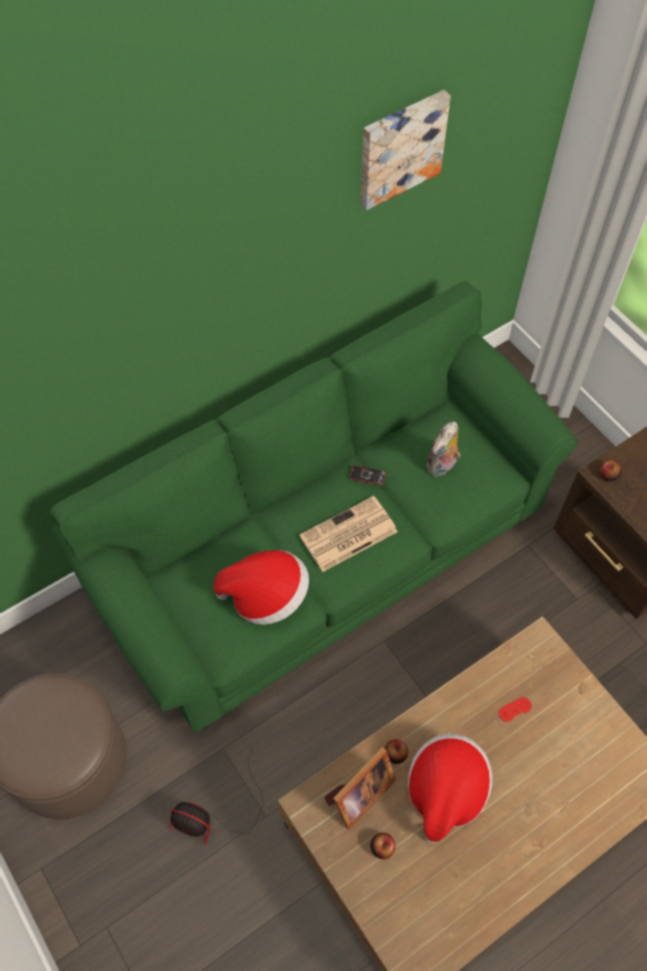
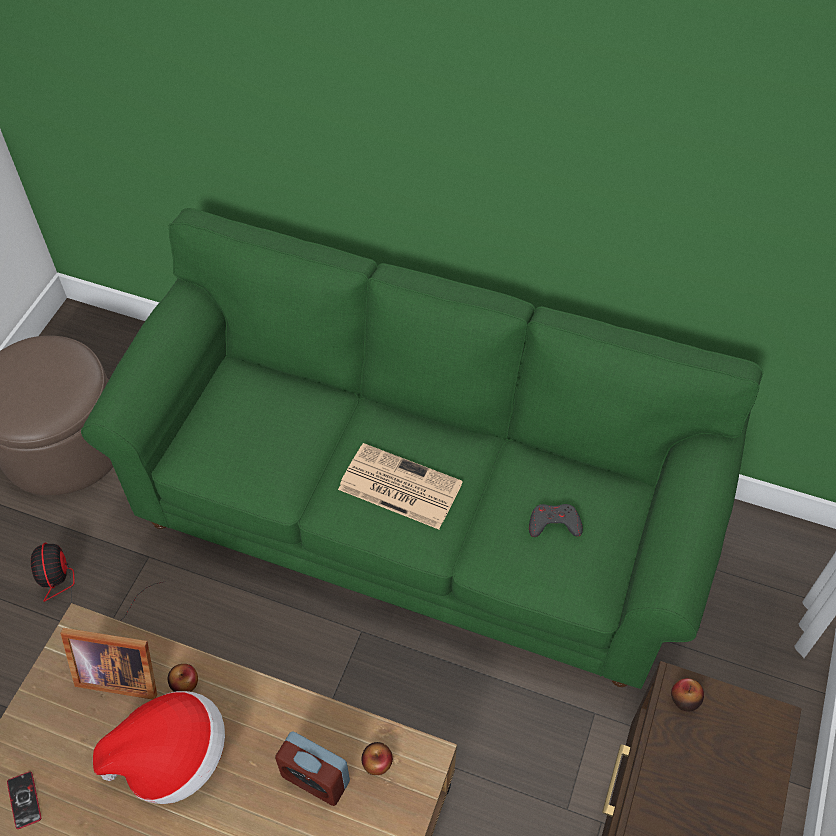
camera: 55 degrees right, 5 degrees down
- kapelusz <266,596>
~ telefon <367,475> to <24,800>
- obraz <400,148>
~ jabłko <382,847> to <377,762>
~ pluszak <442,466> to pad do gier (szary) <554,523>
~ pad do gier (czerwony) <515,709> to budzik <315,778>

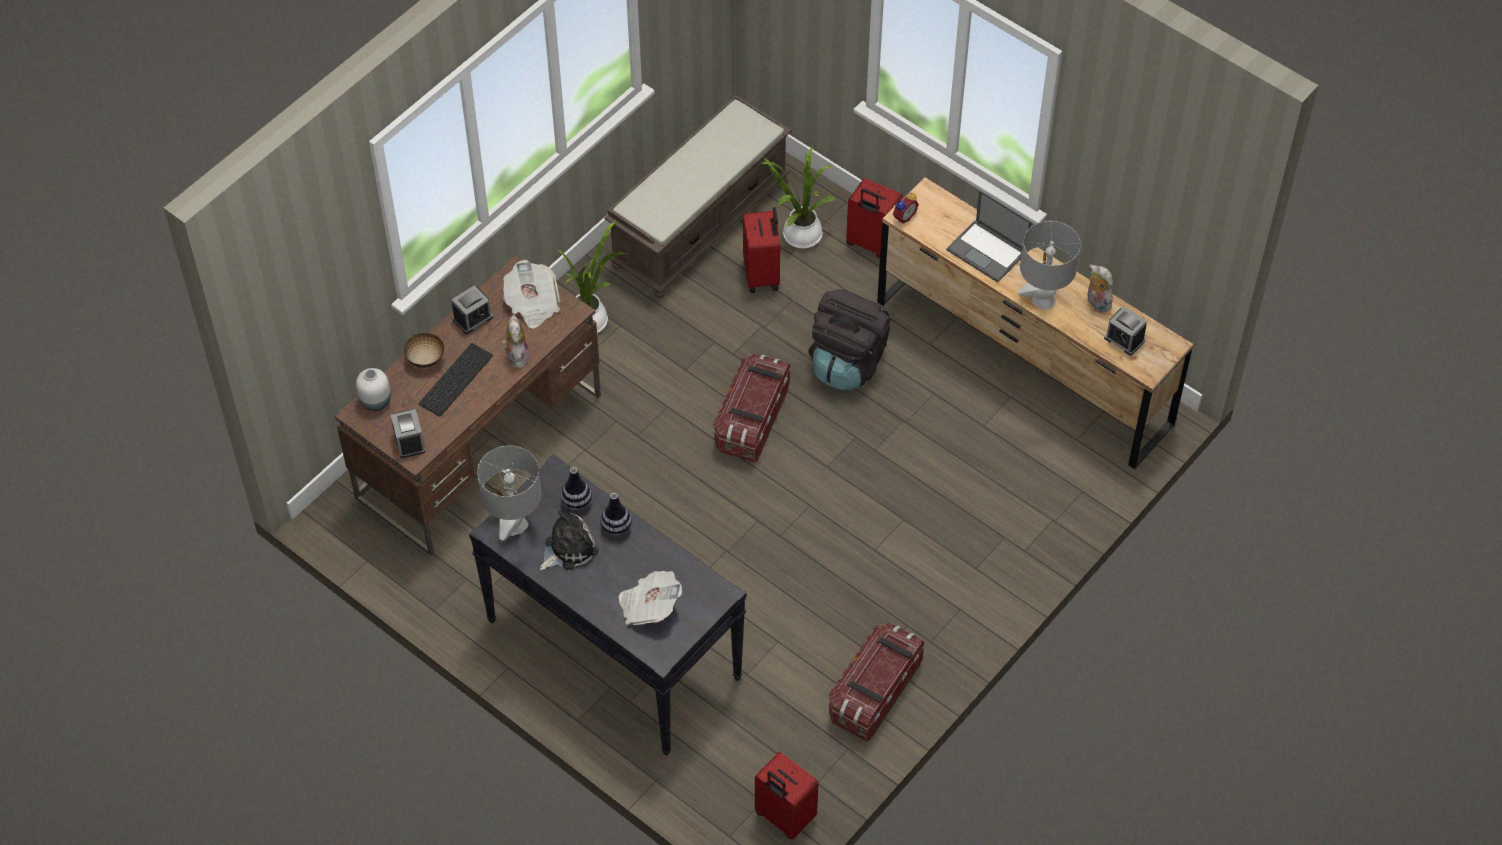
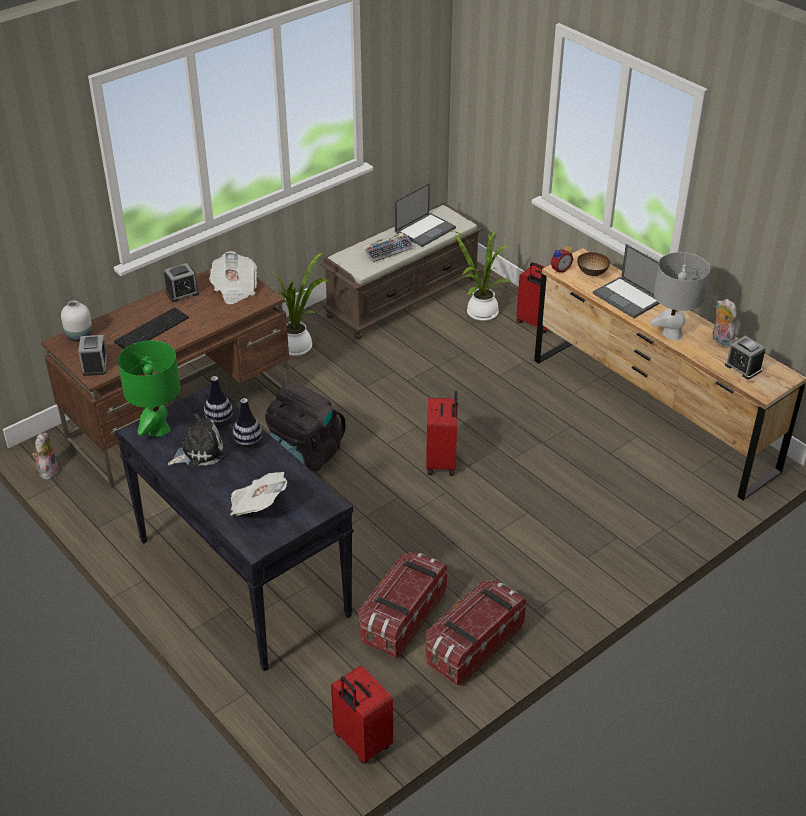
camera: 10 degrees right, 15 degrees down
~ miska <426,359> to <592,273>
~ lampa stołowa (szary) <515,525> to lampa stołowa (zielony) <158,429>
~ pluszak <516,356> to <47,470>
~ pojemnik do przechowywania <752,420> to <402,618>
~ walizka (czerwony) <762,275> to <442,462>
~ plecak (czarny) <848,362> to <304,457>
+ klawiatura <388,251>
+ laptop <425,229>

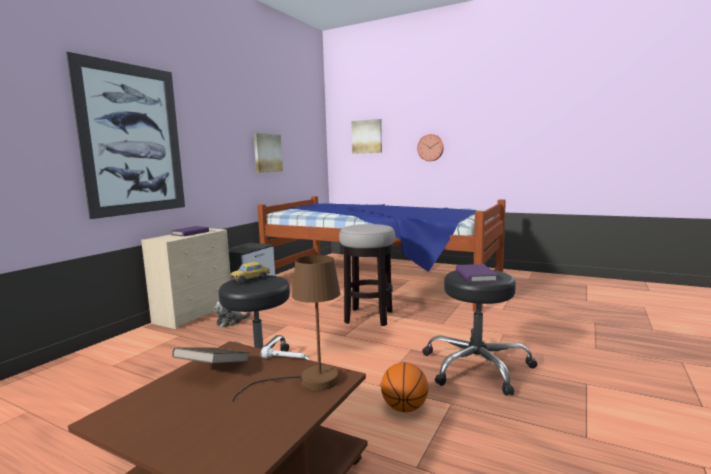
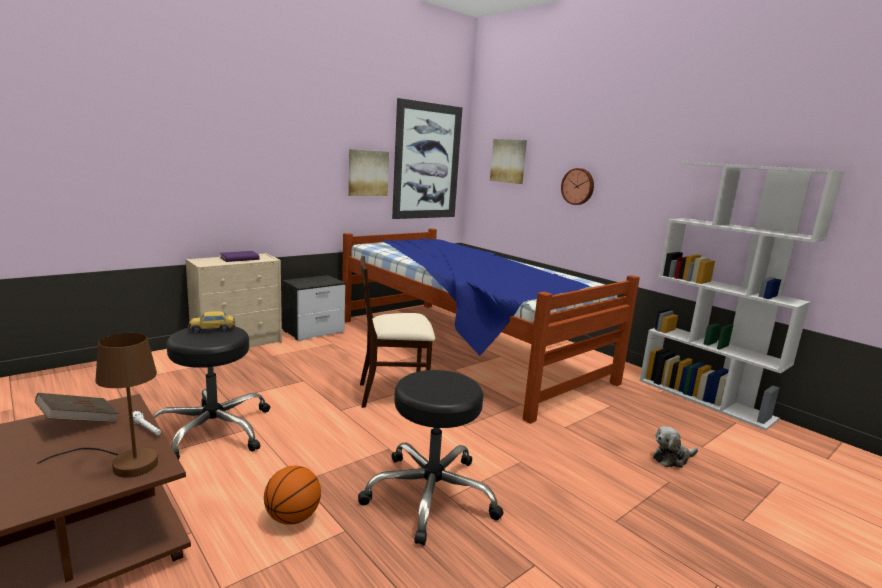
camera: 20 degrees right, 5 degrees up
~ obraz <132,140> to <427,162>
~ pluszak <231,322> to <672,458>
~ stołek <368,317> to krzesło (beżowy) <394,394>
- książka (fioletowy) <475,276>
+ regał (biały) <705,399>

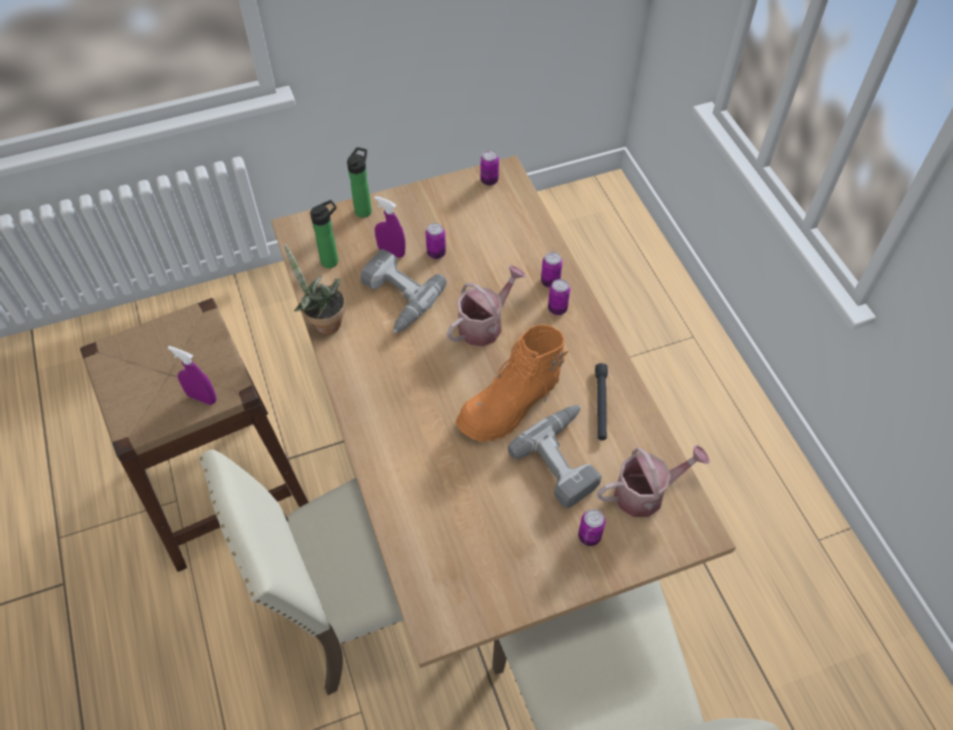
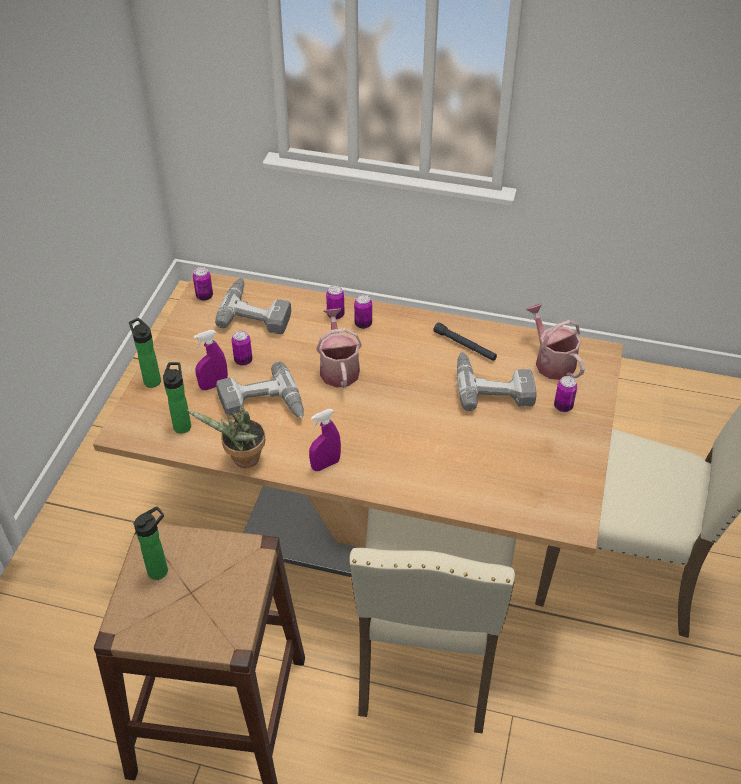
camera: 55 degrees left, 10 degrees down
~ spryskiwacz (fioletowy) <202,398> to <325,464>
- but z cholewką (pomarańczowy) <511,405>
~ konewka <646,492> = <551,361> 45 degrees counterclockwise
+ butelka <160,569>
+ wiertarka <257,311>

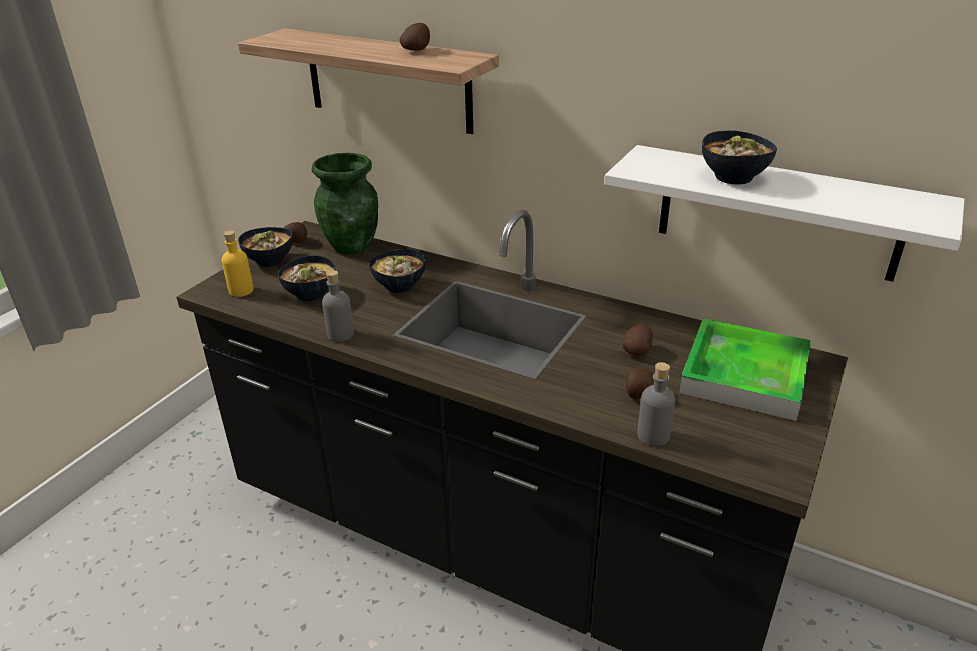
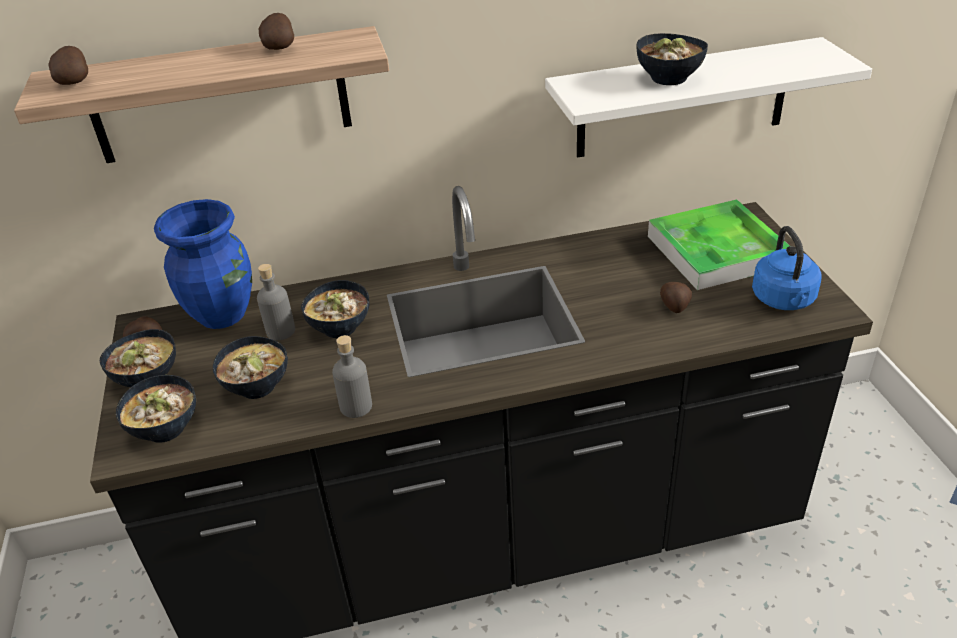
camera: 40 degrees left, 5 degrees up
~ butelka (żółty) <241,290> to miska <167,428>
~ wazon (zielony) <352,246> to wazon (niebieski) <223,314>
~ ziemniak <637,350> to <75,82>
~ butelka (szary) <653,435> to <280,331>
+ czajnik (niebieski) <784,300>

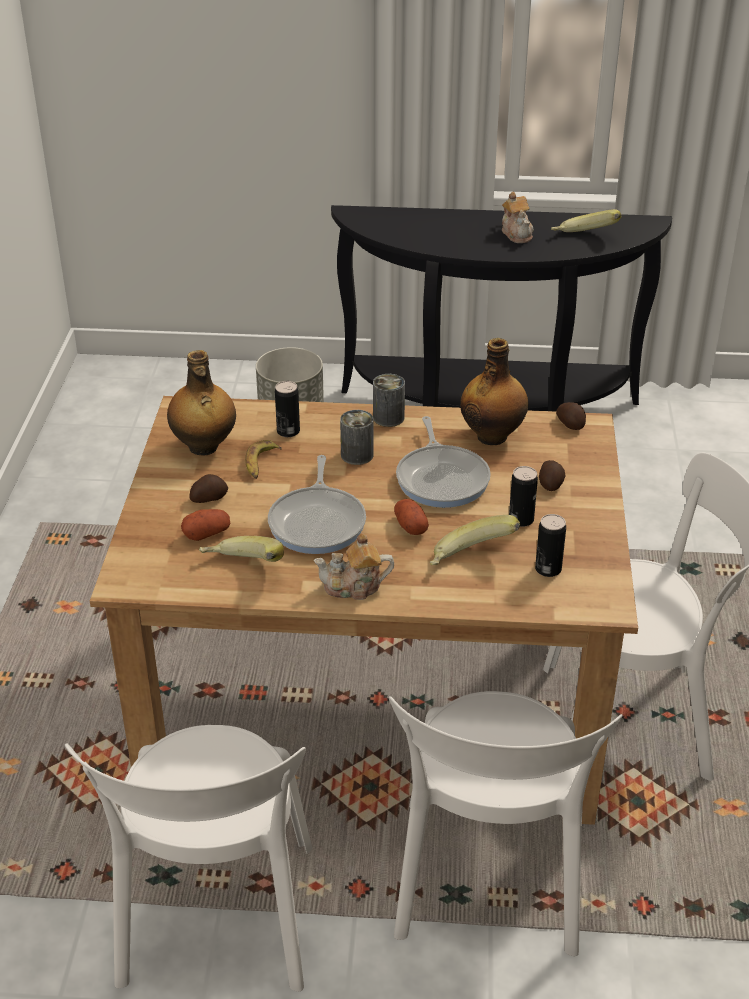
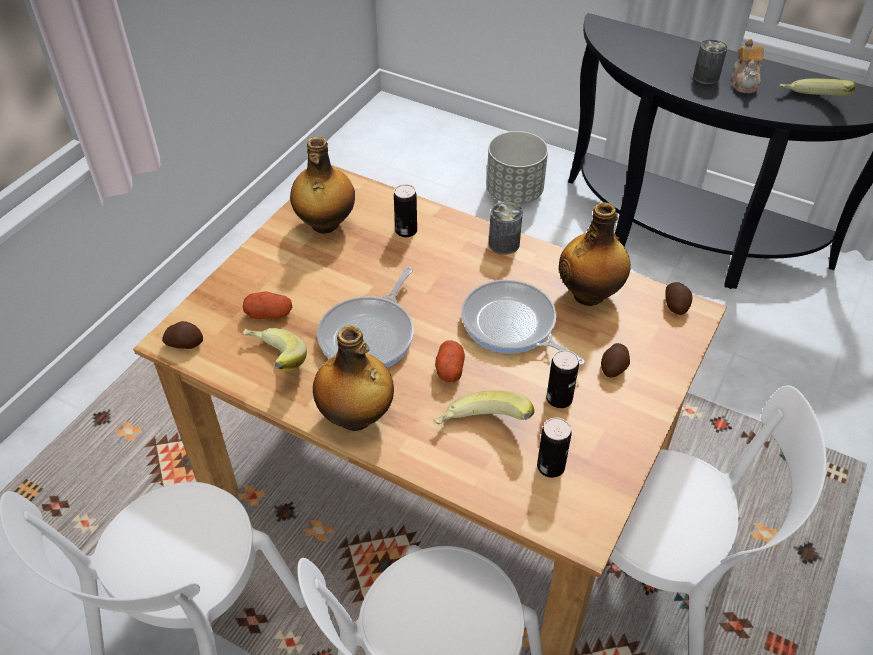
camera: 25 degrees right, 10 degrees up
~ ziemniak <208,498> to <184,343>
- banan <261,464>
~ imbryk <354,587> to butelka <356,417>
~ puszka <357,455> to <706,77>
~ patelnia <442,478> = <512,326> 120 degrees clockwise

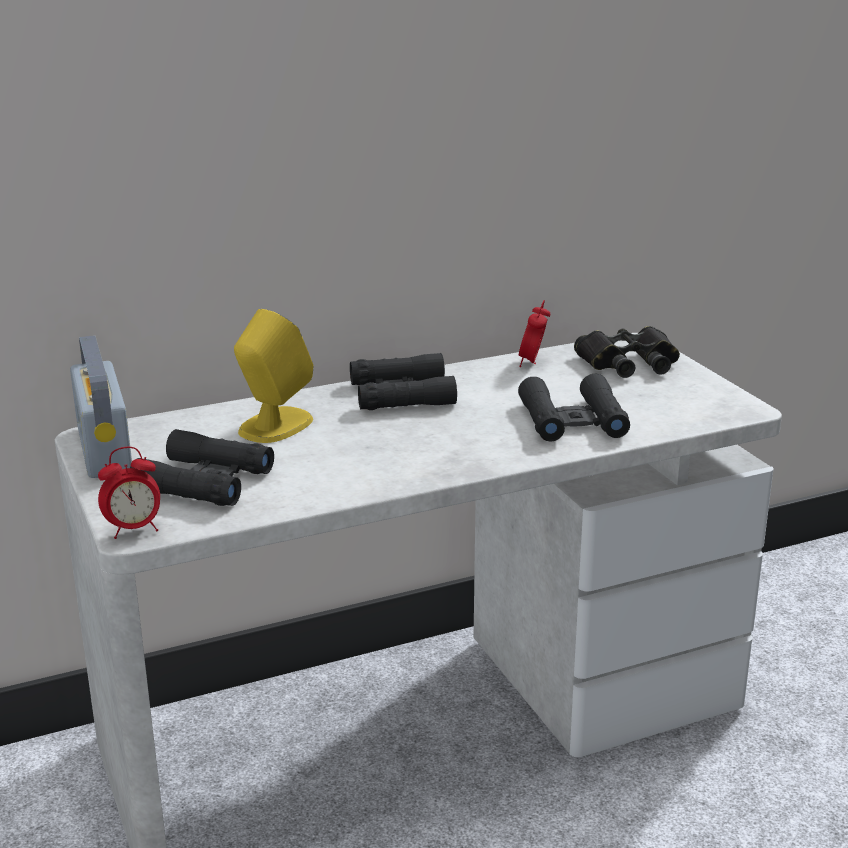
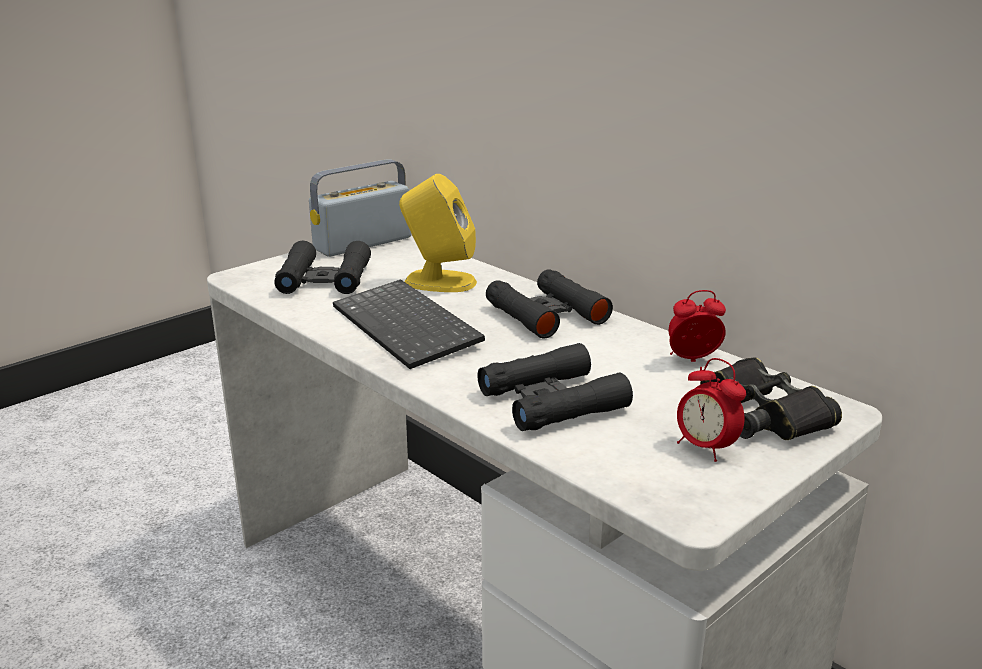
camera: 70 degrees right, 0 degrees up
~ budzik <134,529> to <705,448>
+ klawiatura <409,326>

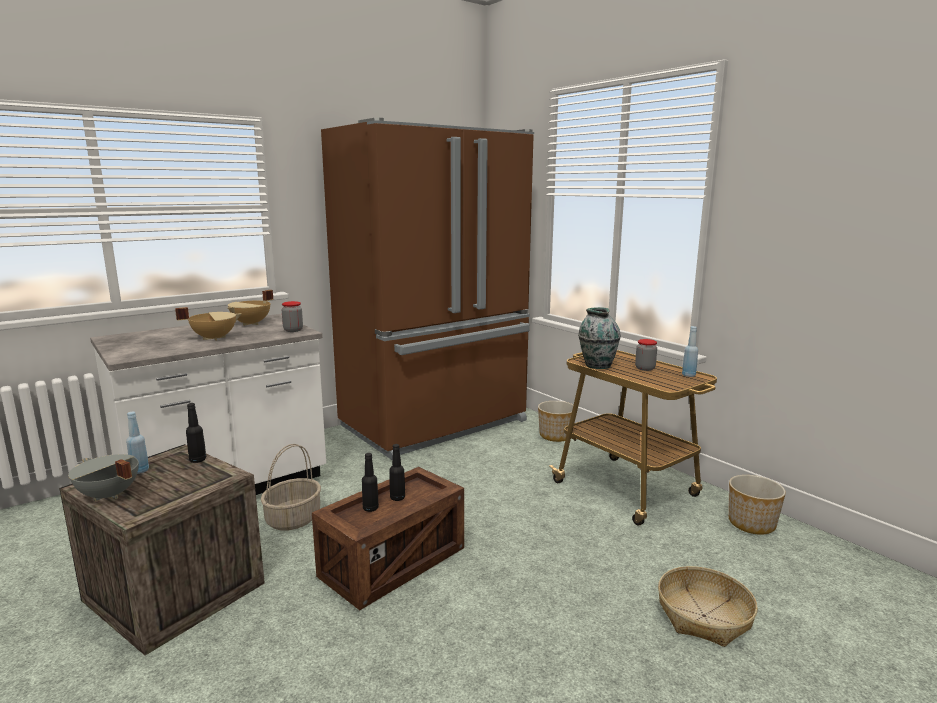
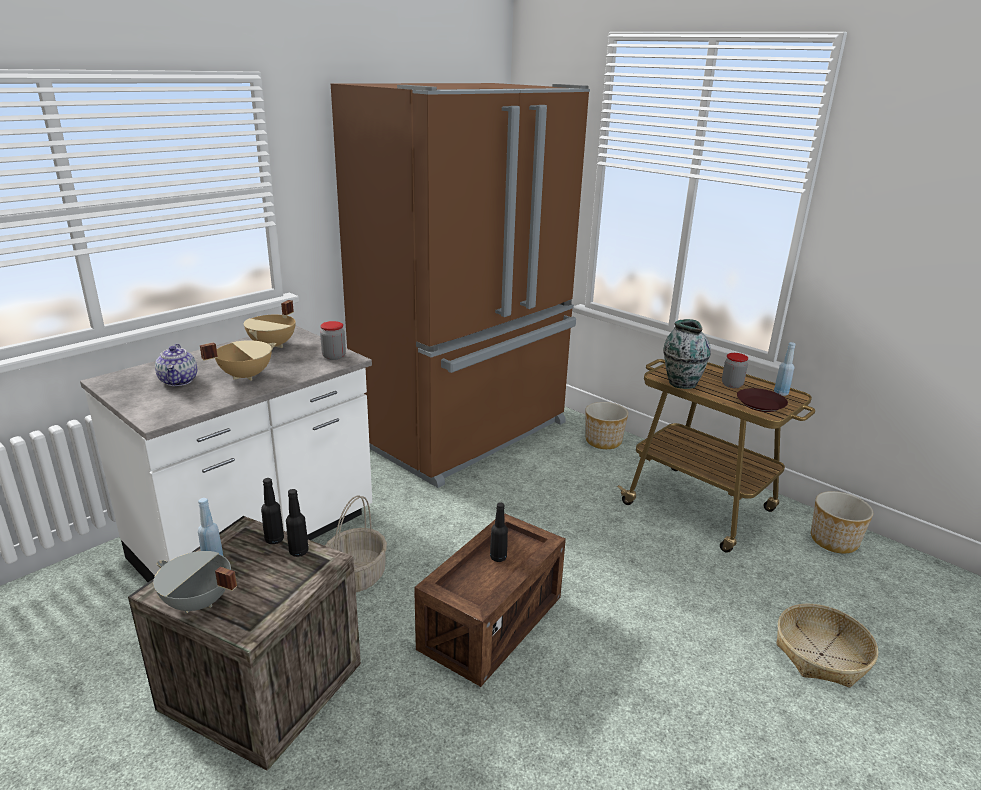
camera: 10 degrees left, 10 degrees up
~ butelka (czarny) <370,508> to <299,551>
+ imbryk <179,381>
+ talerz (brązowy) <760,404>

